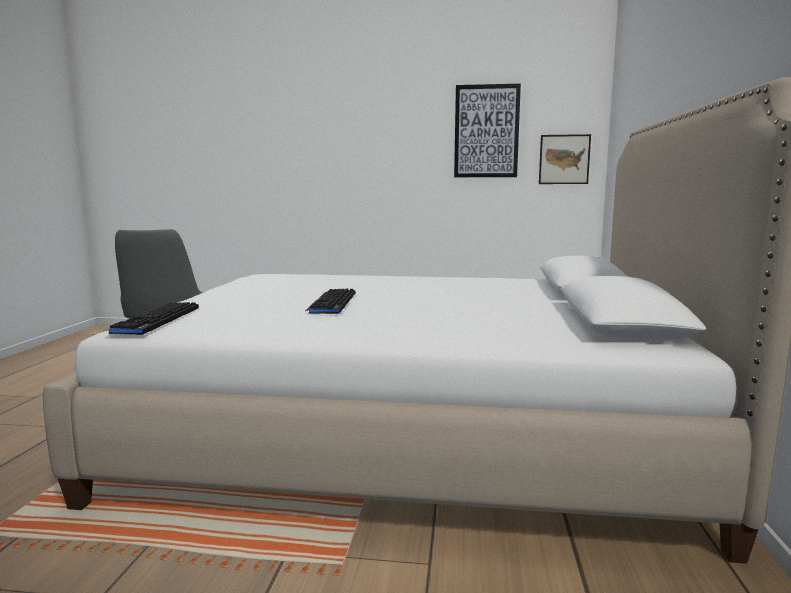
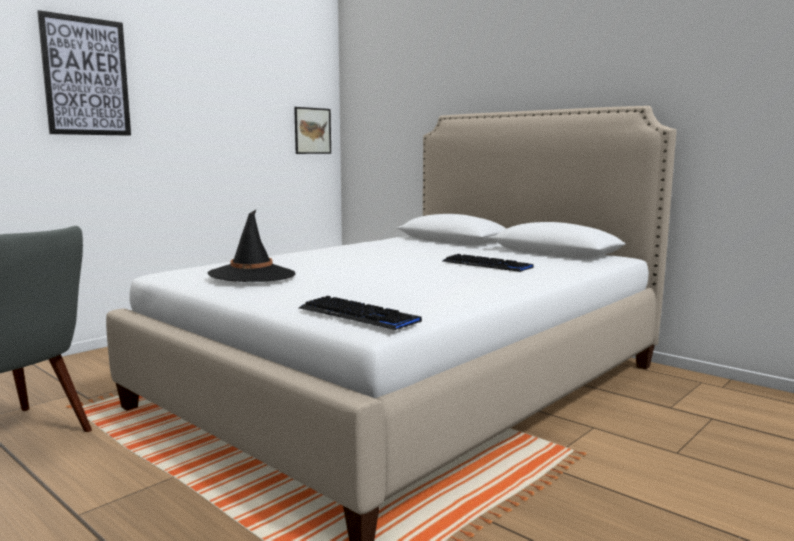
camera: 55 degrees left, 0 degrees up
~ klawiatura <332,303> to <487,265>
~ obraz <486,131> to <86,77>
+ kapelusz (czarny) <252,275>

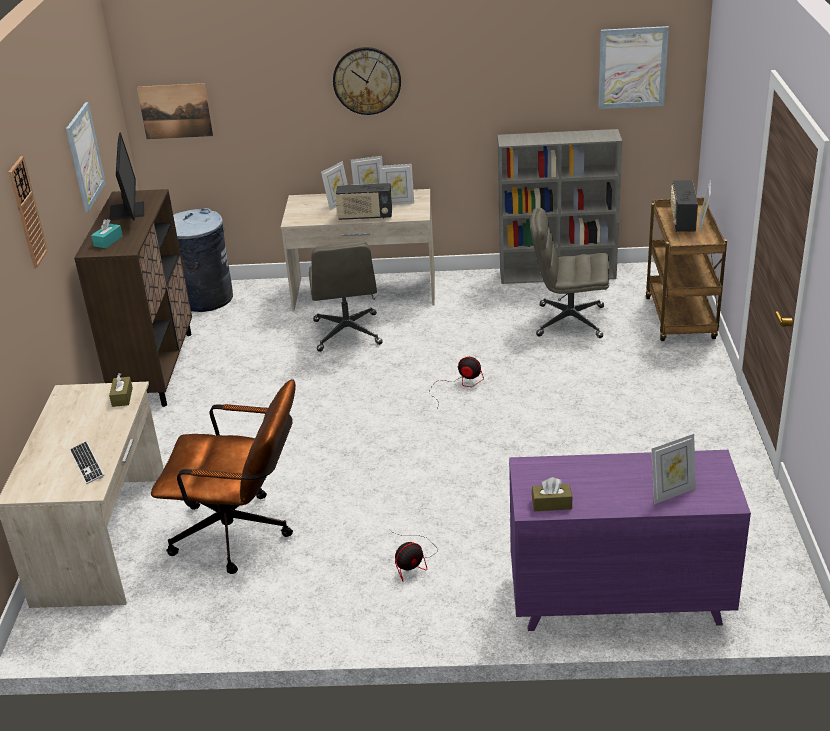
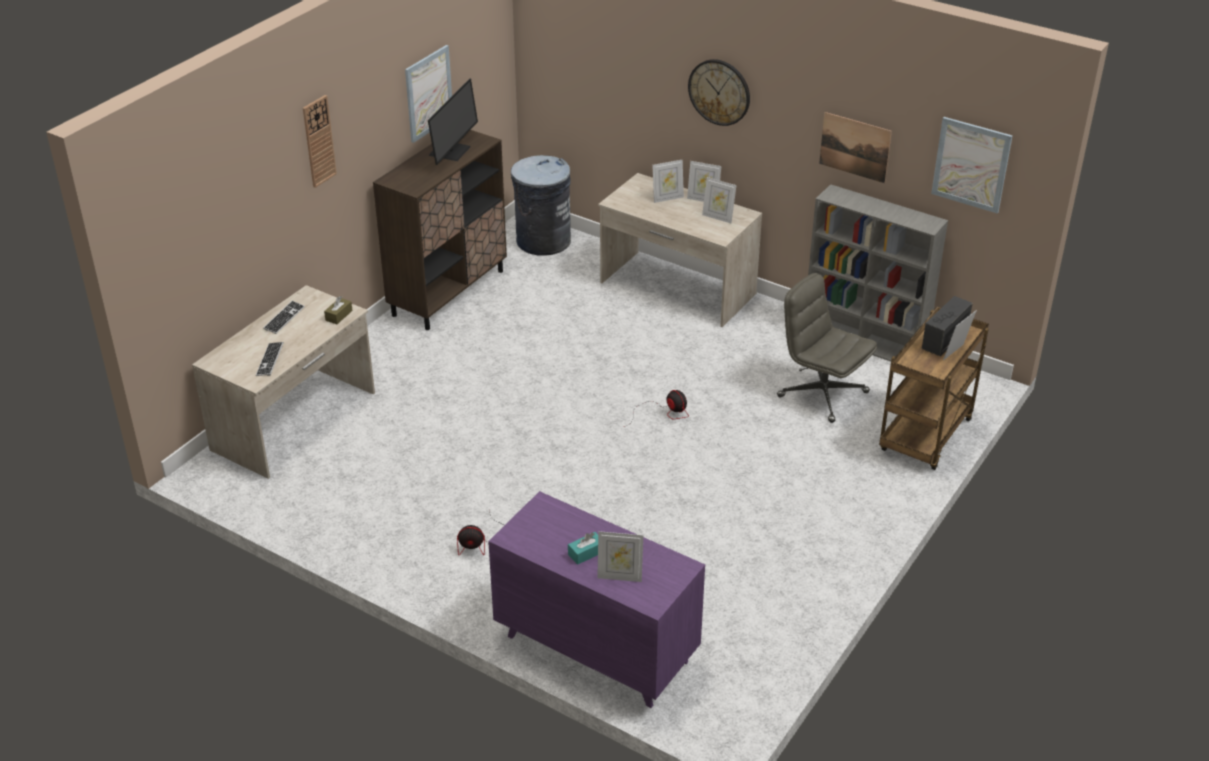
camera: 30 degrees right, 5 degrees up
~ pudełko chusteczek (turkusowy) <108,241> to <586,553>
~ obraz <175,111> to <855,147>
- krzesło biurowe (brązowy) <241,534>
- krzesło biurowe (szary) <347,333>
- radio <365,216>
- pudełko chusteczek (brązowy) <551,504>
+ klawiatura <284,318>

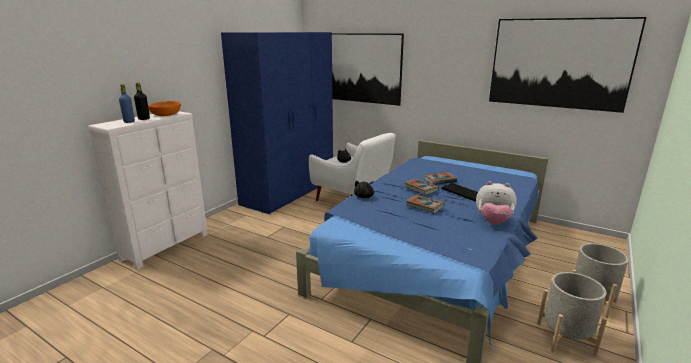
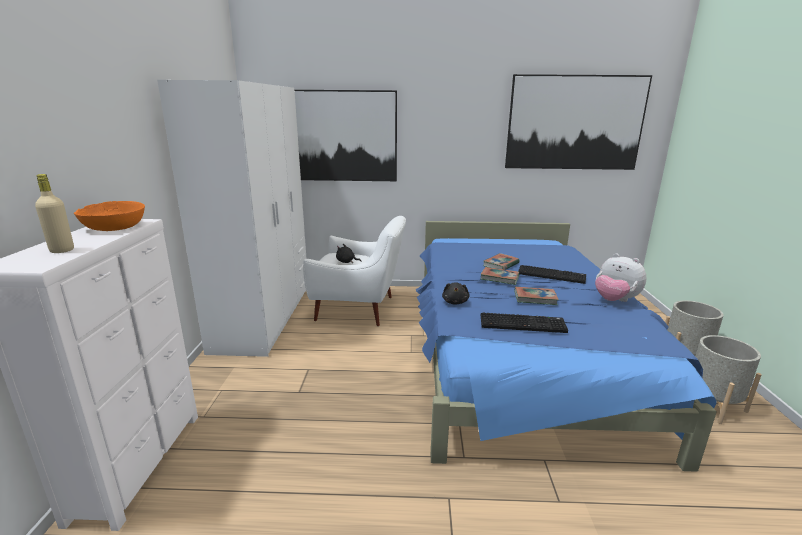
camera: 30 degrees left, 0 degrees up
~ butelka (niebieski) <129,122> to butelka (beżowy) <62,250>
- butelka (czarny) <144,119>
~ szafa (niebieski) <289,191> to szafa (biały) <264,316>
~ pluszak <493,222> = <615,300> 60 degrees clockwise
+ klawiatura <523,323>

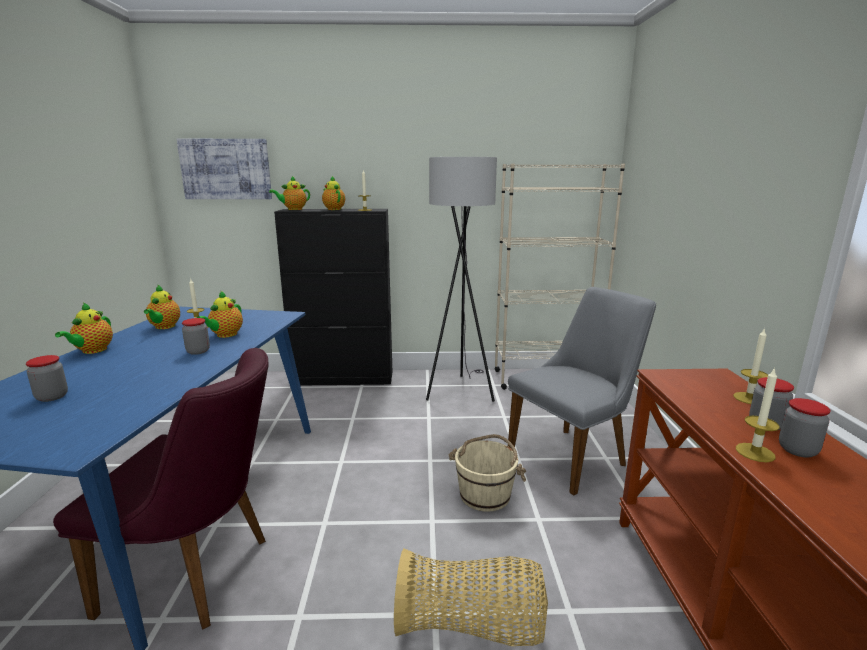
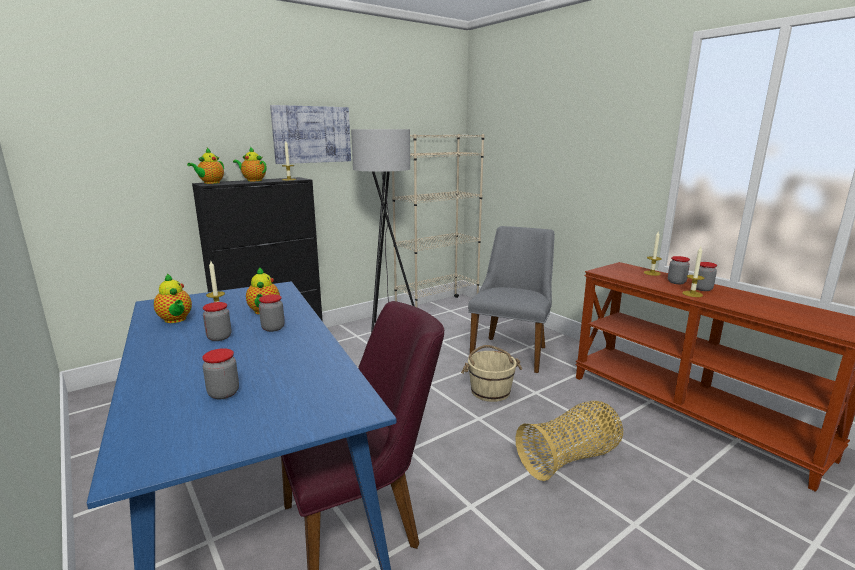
camera: 35 degrees left, 0 degrees up
- imbryk <92,351>
~ obraz <226,169> to <312,134>
+ słoik <219,337>

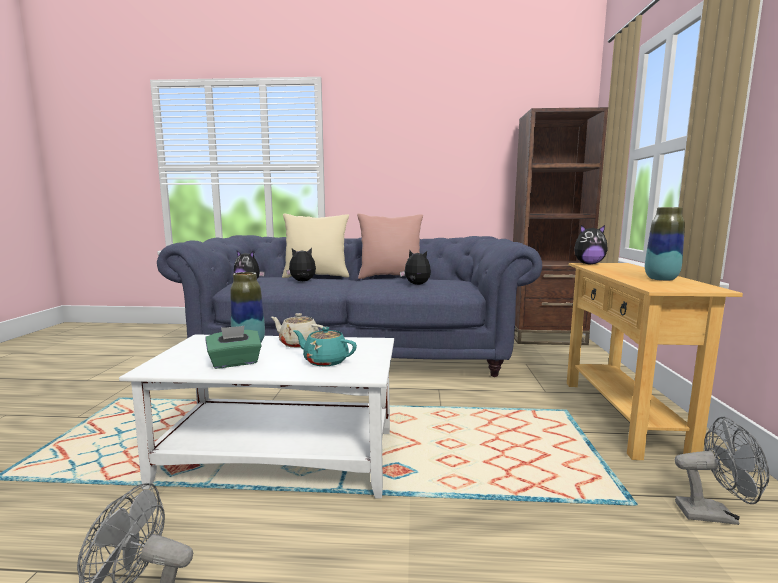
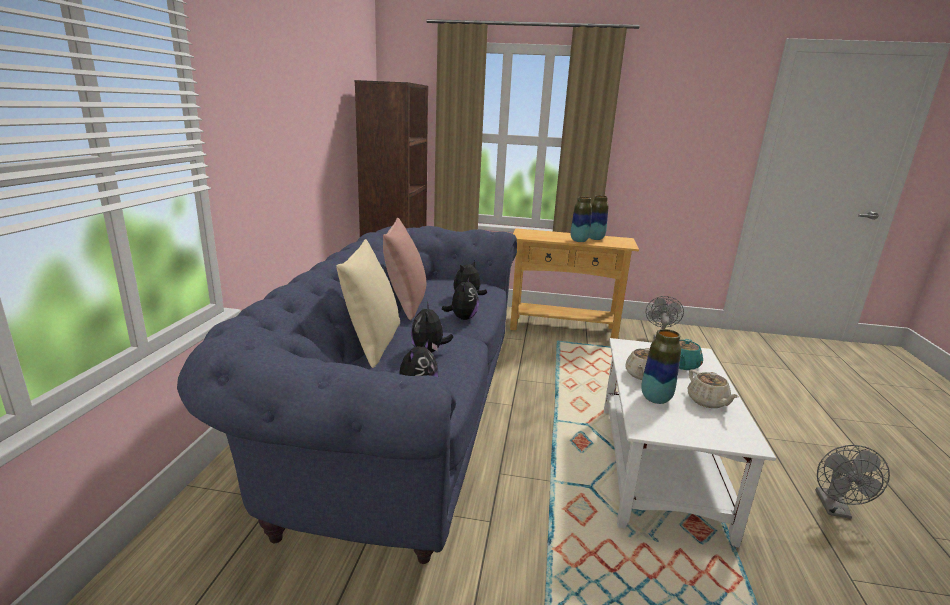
camera: 85 degrees left, 10 degrees up
~ pudełko chusteczek (zielony) <235,363> to imbryk (beżowy) <707,401>
~ pluszak <588,264> to <462,318>
+ wazon <579,241>

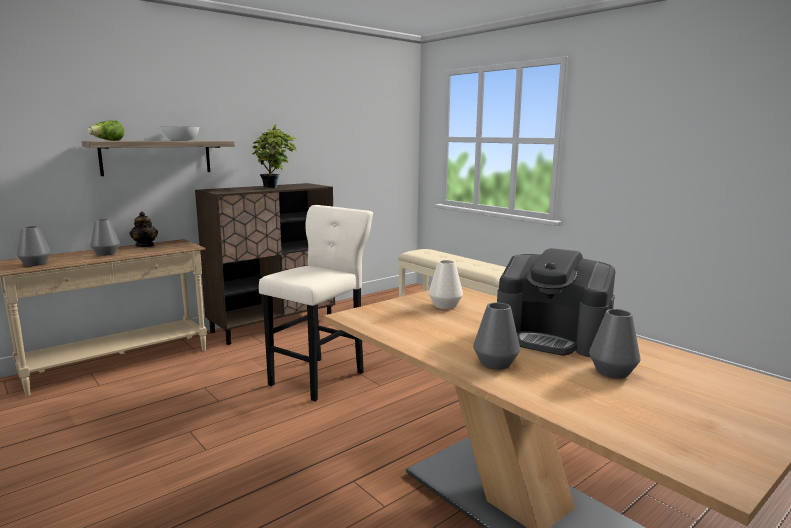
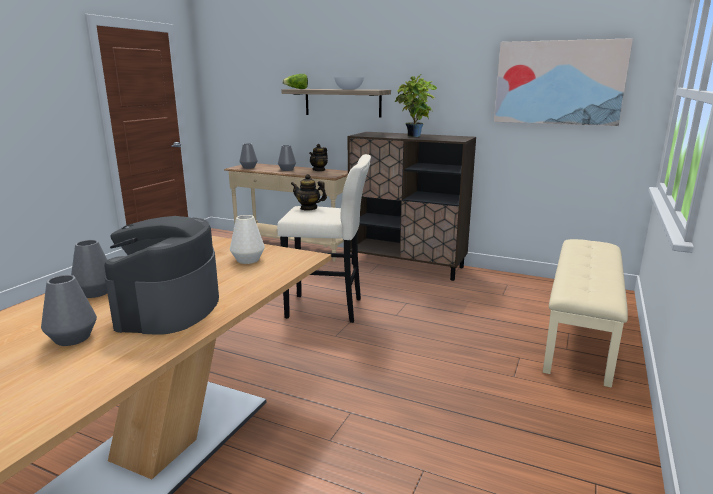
camera: 65 degrees right, 5 degrees up
+ imbryk <309,208>
+ obraz <558,83>

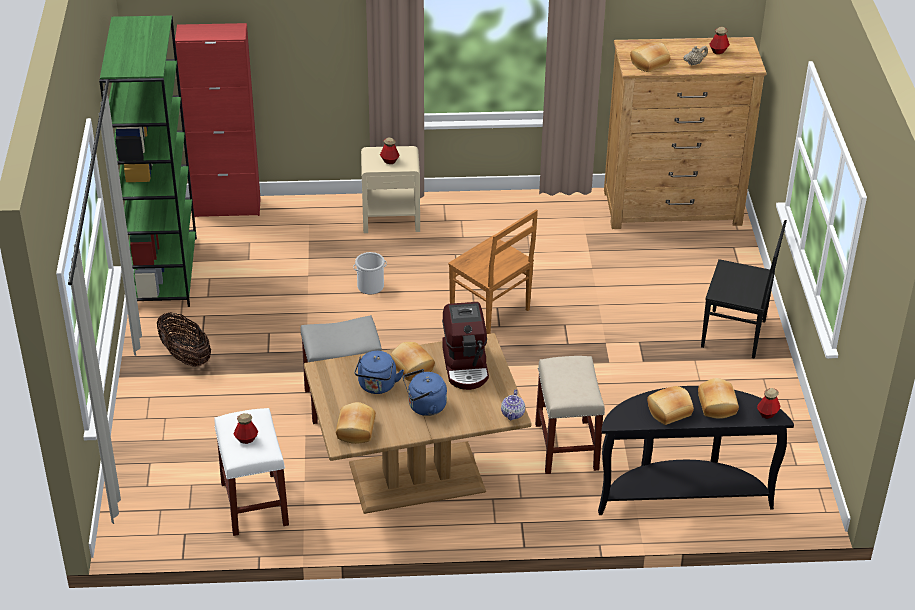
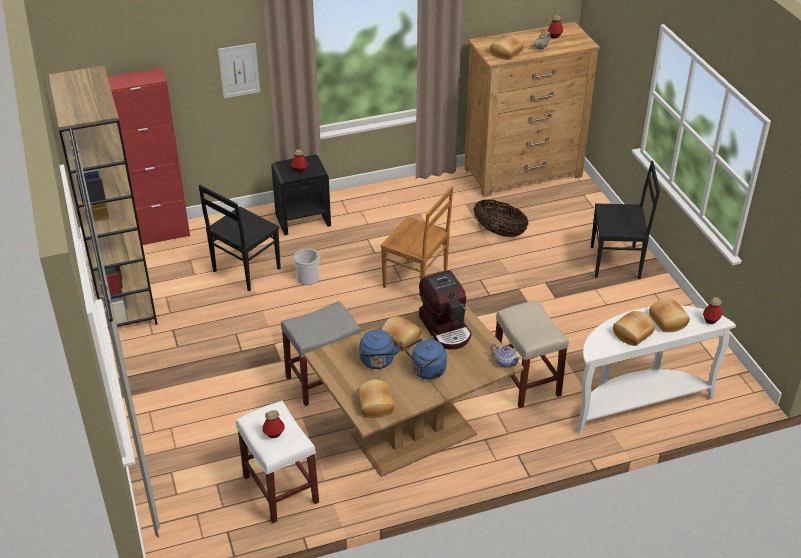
camera: 15 degrees left, 0 degrees up
~ regał (zielony) <164,271> to regał (brązowy) <123,298>
~ koszyk <186,356> to <499,232>
~ szafka nocna (beżowy) <391,219> to szafka nocna (czarny) <303,220>
~ imbryk <513,413> = <505,362> 45 degrees counterclockwise
~ stolik konsolowy (czarny) <682,495> to stolik konsolowy (biały) <637,402>
+ krzesło (czarny) <245,271>
+ obraz <239,70>

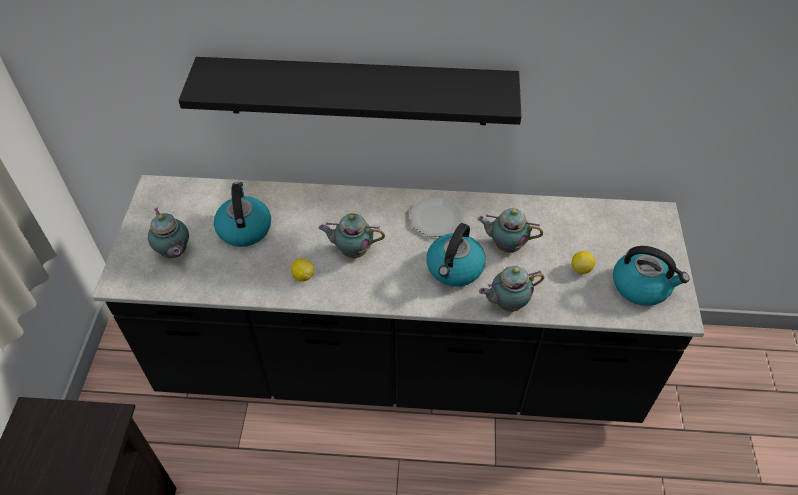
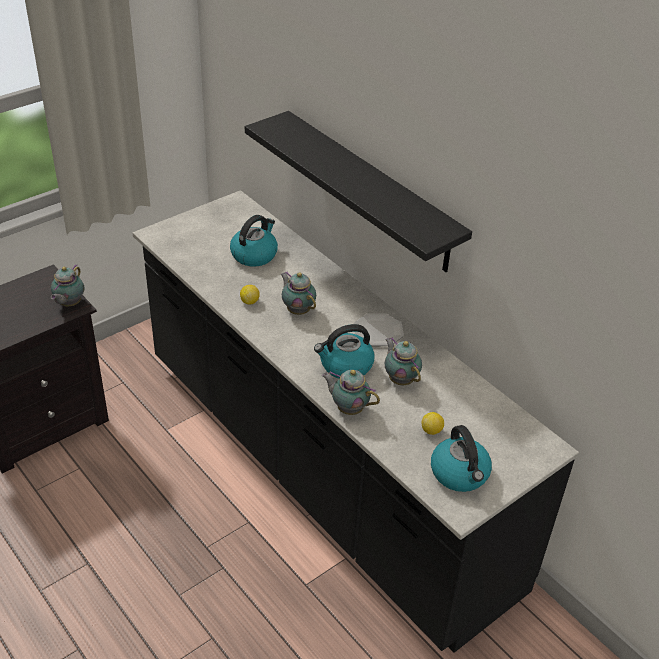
camera: 45 degrees right, 10 degrees down
~ imbryk <174,253> to <69,304>

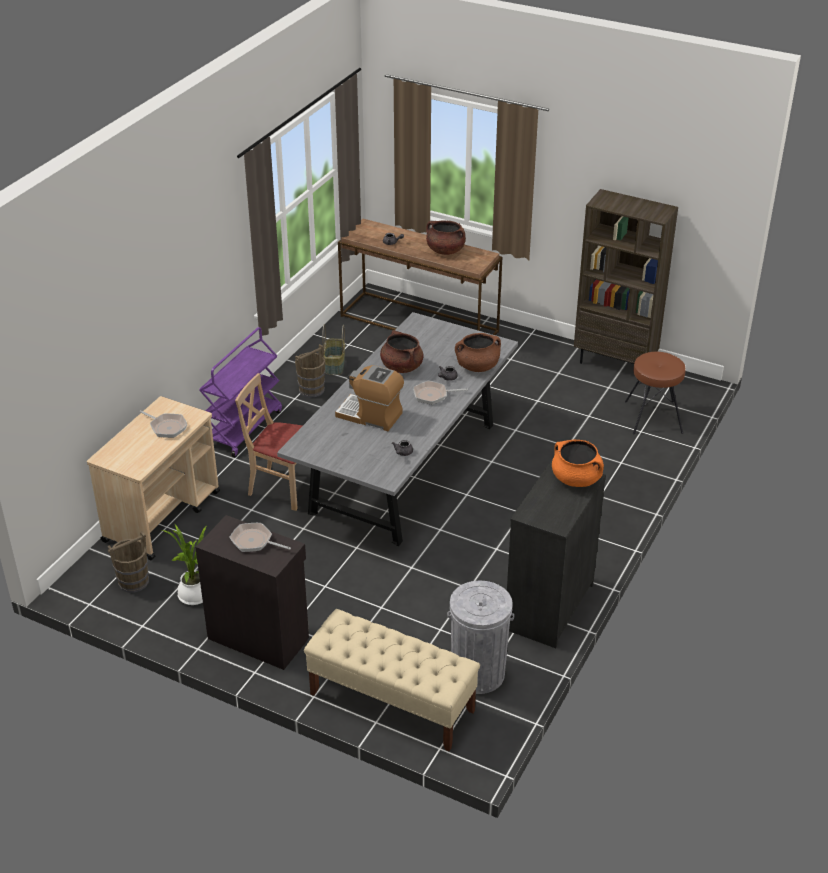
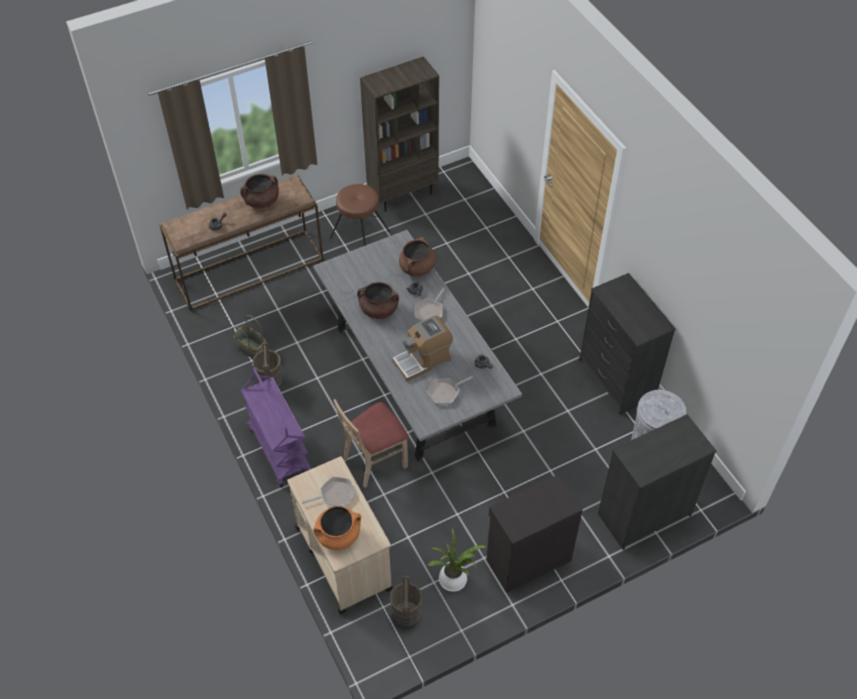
camera: 55 degrees left, 15 degrees up
~ patelnia <254,541> to <445,392>
~ ławka (beżowy) <391,702> to komoda (czarny) <643,514>
~ garnek (pomarańczowy) <576,479> to <338,535>
~ stołek (brązowy) <652,417> to <359,235>

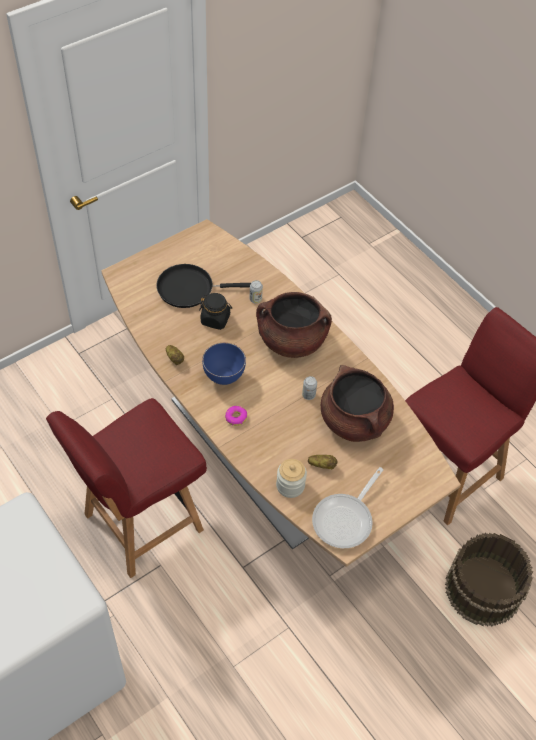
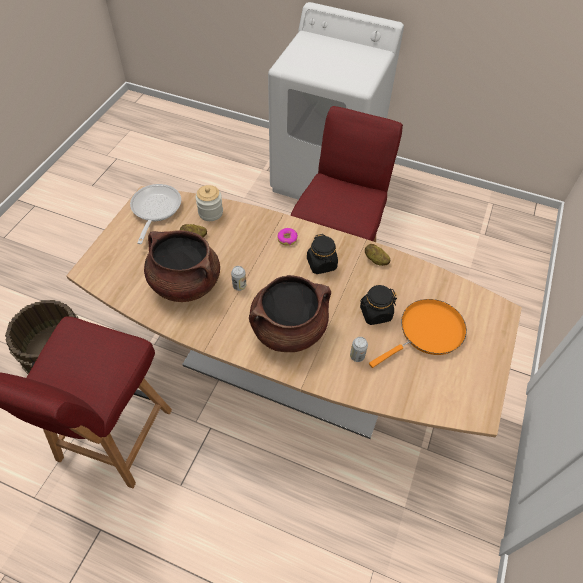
camera: 150 degrees right, 0 degrees up
~ patelnia (czarny) <189,288> to patelnia (pomarańczowy) <427,332>
~ miska (niebieski) <224,379> to słoik (czarny) <321,264>

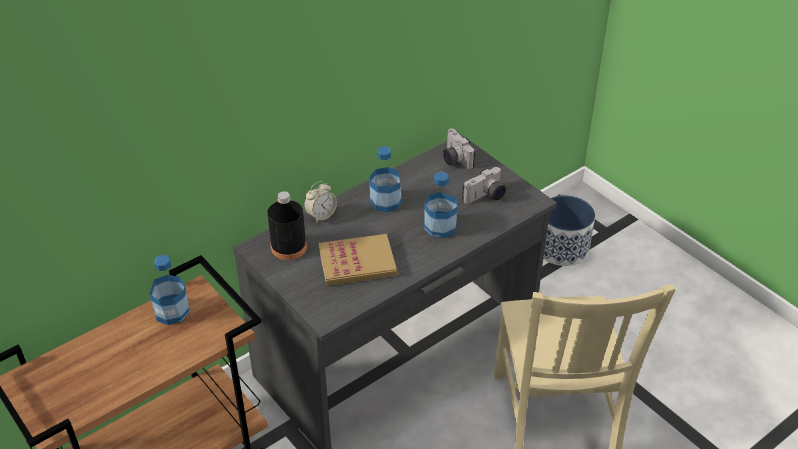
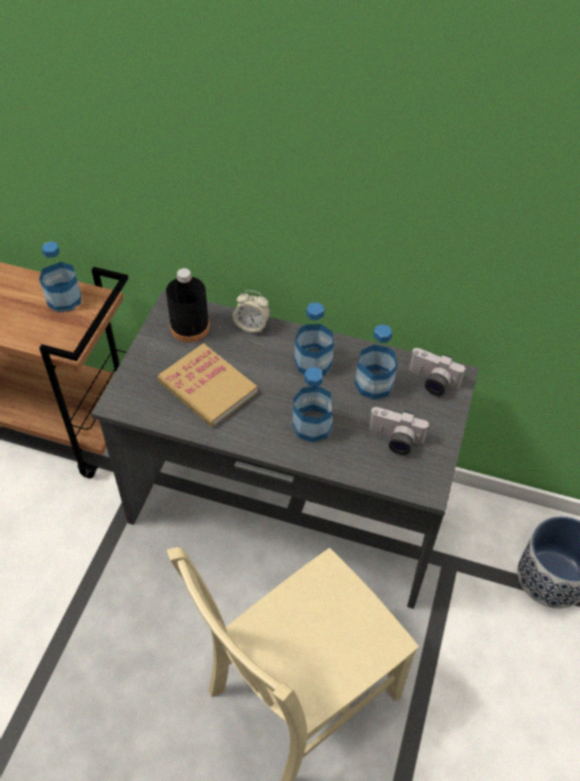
camera: 55 degrees right, 10 degrees up
~ aparat fotograficzny <454,158> = <431,382> 90 degrees counterclockwise
+ butelka <374,384>

